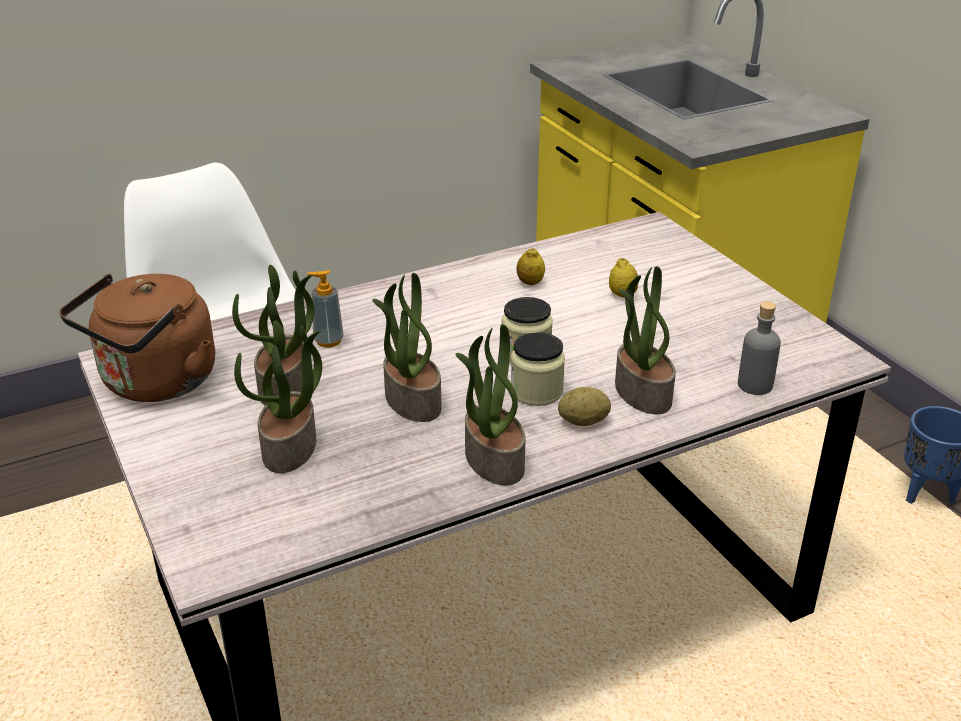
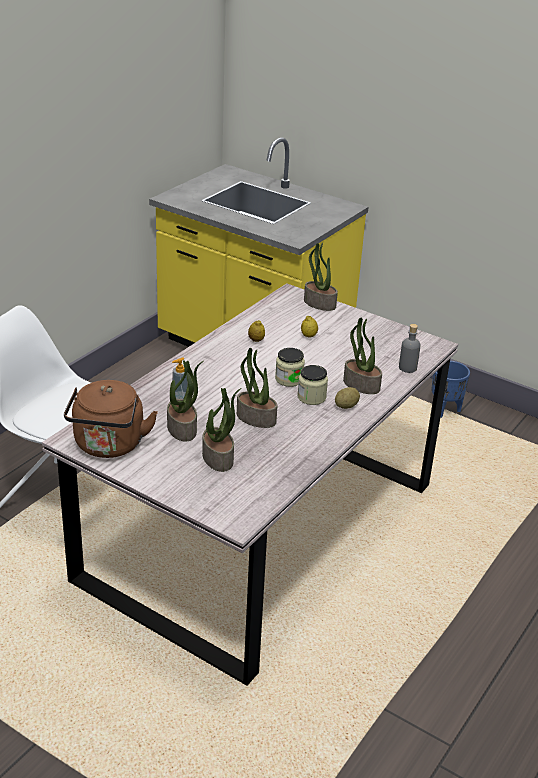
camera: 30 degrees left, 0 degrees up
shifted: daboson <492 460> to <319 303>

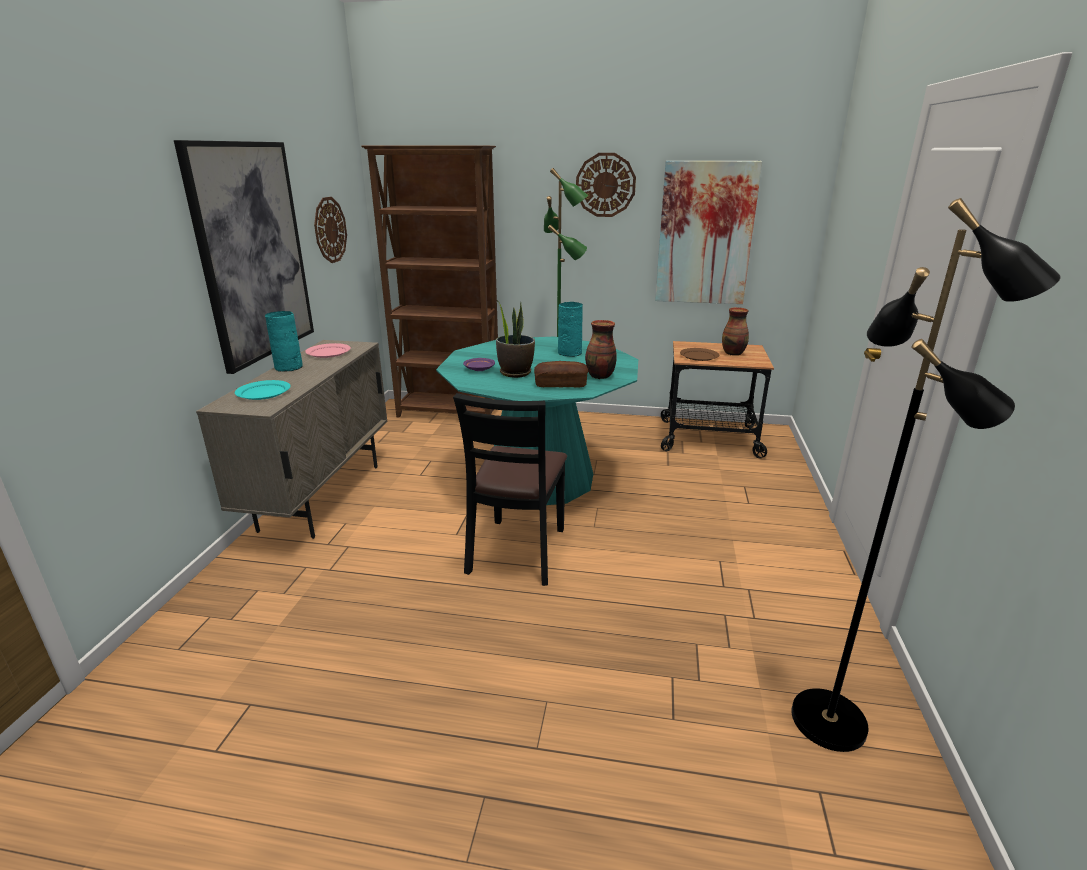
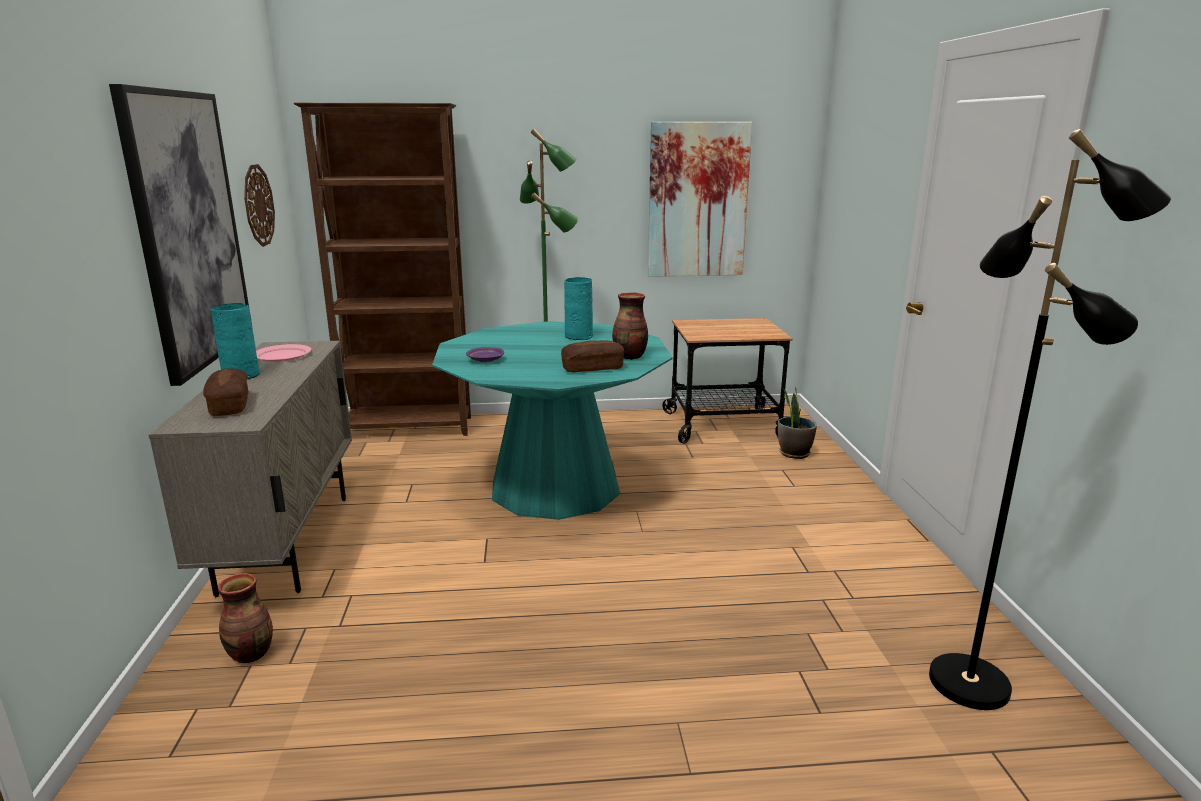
camera: 15 degrees left, 5 degrees down
gone: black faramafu <517 551>; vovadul <605 185>; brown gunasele <699 356>
shifted: daboson <515 373> to <794 453>; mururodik <733 353> to <252 654>
swapped: turquoise gunasele <264 392> to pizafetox <229 405>

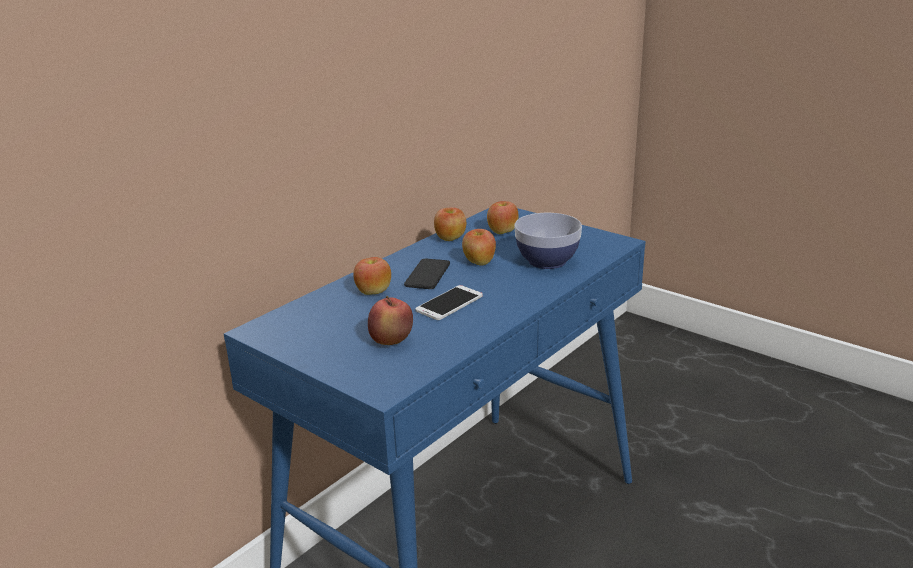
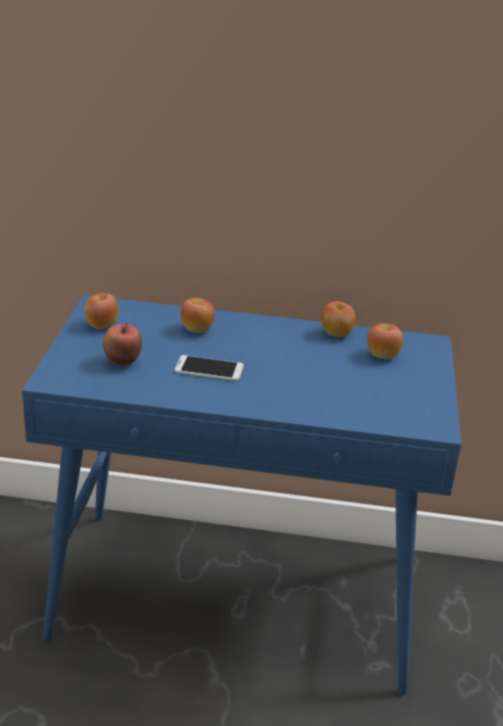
camera: 55 degrees right, 5 degrees up
gone: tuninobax <427 274>; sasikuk <547 261>
shifted: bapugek <479 262> to <101 325>

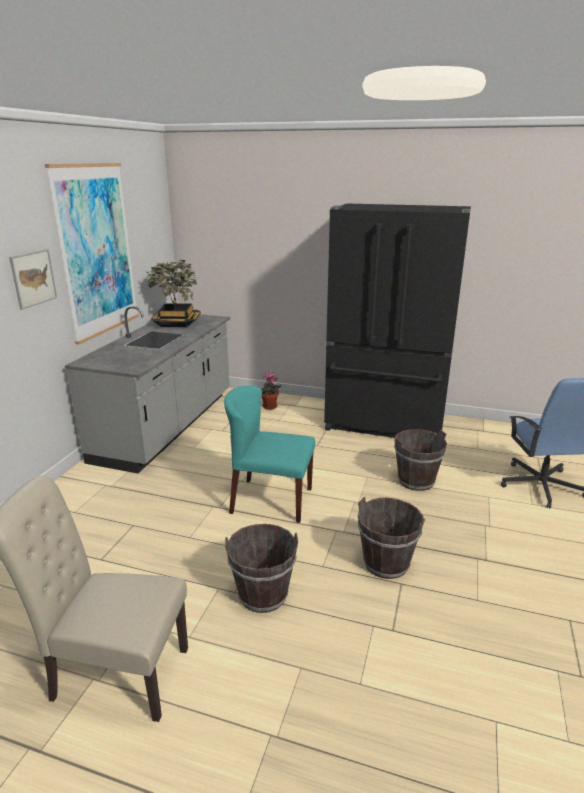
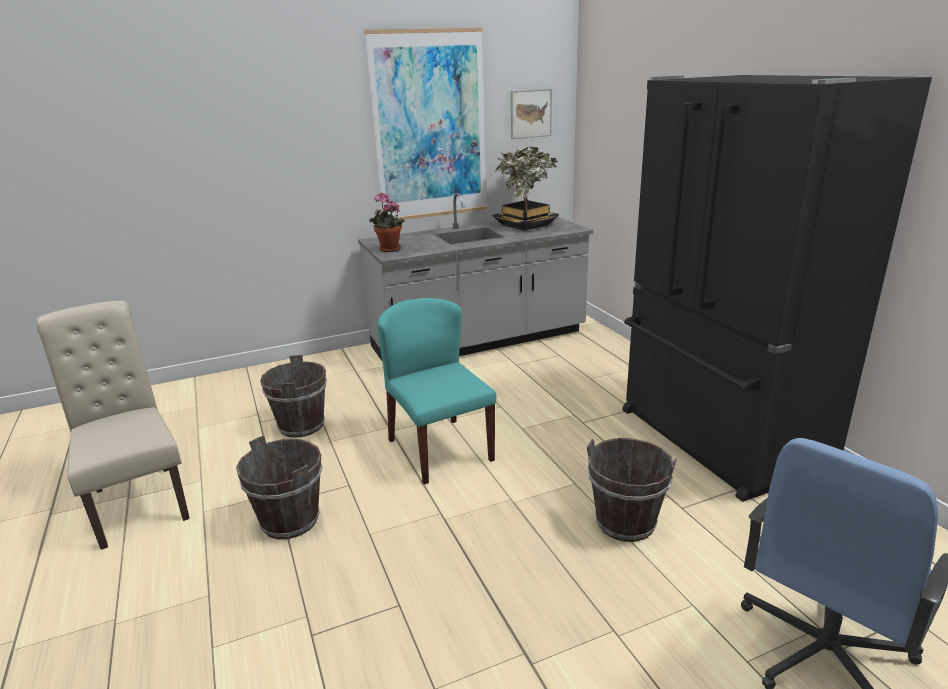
camera: 50 degrees right, 0 degrees up
shifted: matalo <33 278> to <531 113>; daboson <269 407> to <388 250>; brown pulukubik <386 563> to <302 426>

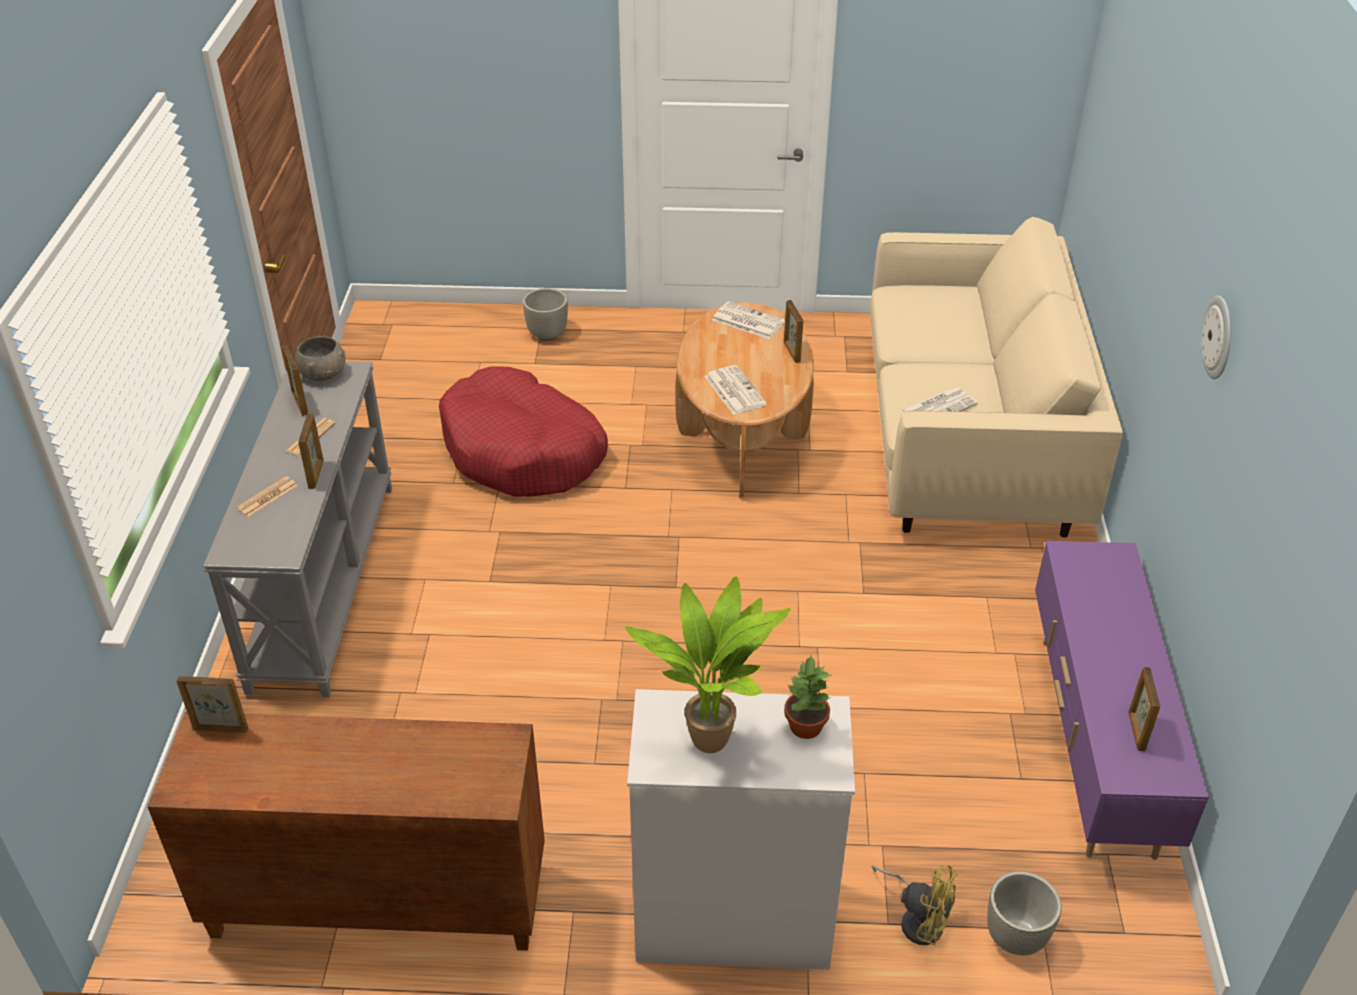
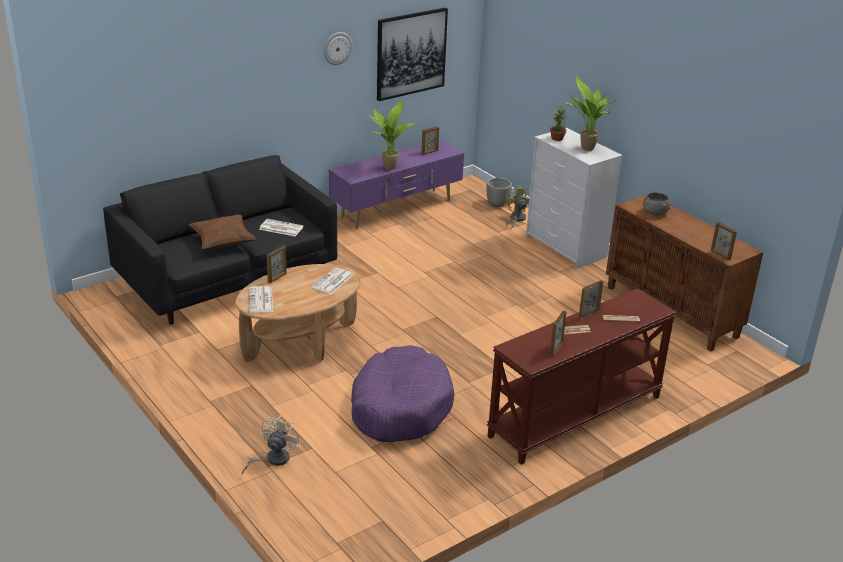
camera: 130 degrees left, 10 degrees down
new: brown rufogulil <223 243>; daboson <388 167>; matalo <411 53>
shifted: grey sasikuk <323 373> to <654 212>
swapped: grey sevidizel <547 334> to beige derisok <273 460>
repainted: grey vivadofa <322 583> to brown vivadofa <576 417>; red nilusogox <523 451> to purple nilusogox <400 407>; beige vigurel <967 438> to black vigurel <227 280>

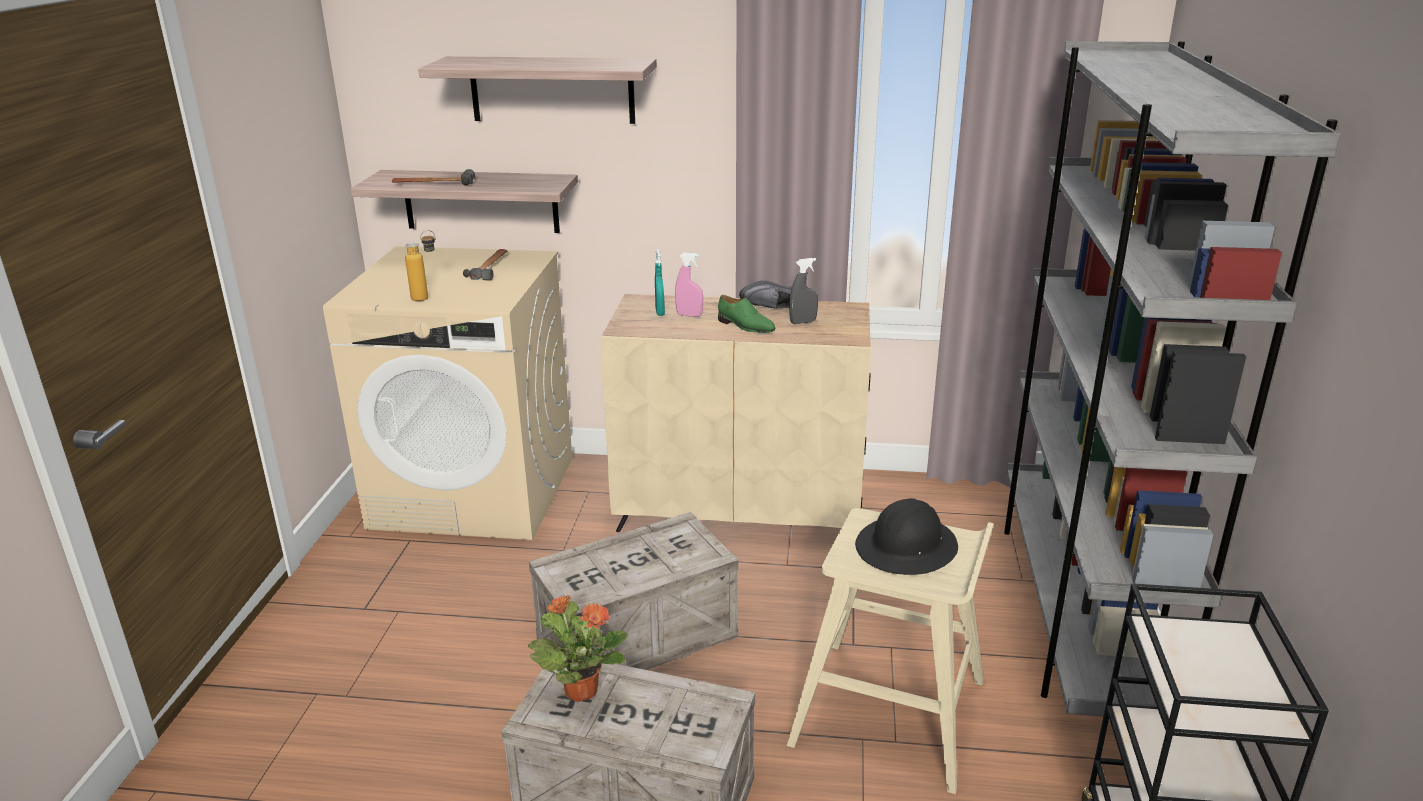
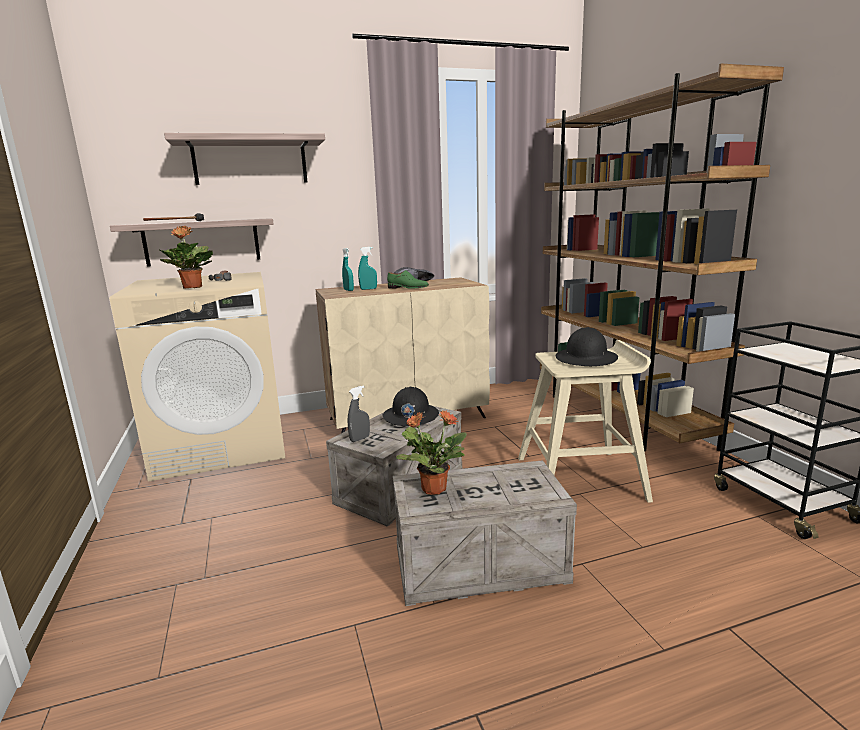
camera: 25 degrees left, 10 degrees down
new: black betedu <410 416>
shifted: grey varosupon <803 322> to <360 439>
swapped: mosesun <427 297> to daboson <192 287>
repainted: pink varosupon <689 315> to turquoise varosupon <368 289>; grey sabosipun <1077 610> to brown sabosipun <619 416>

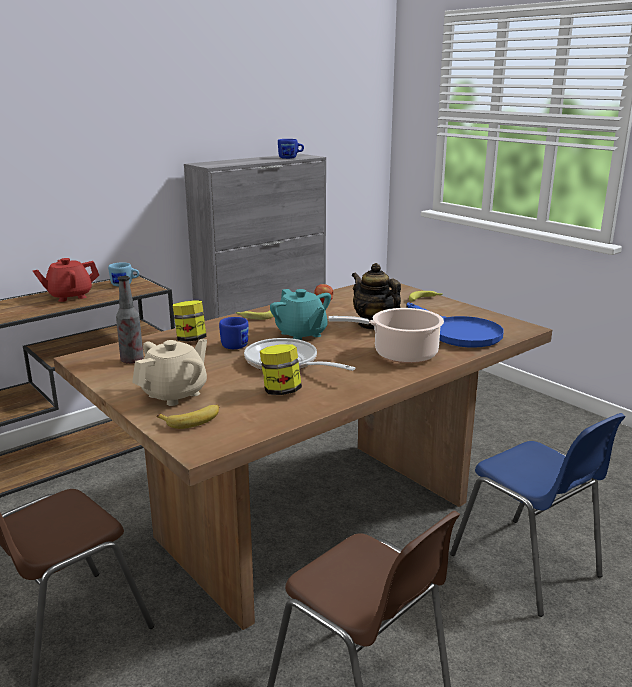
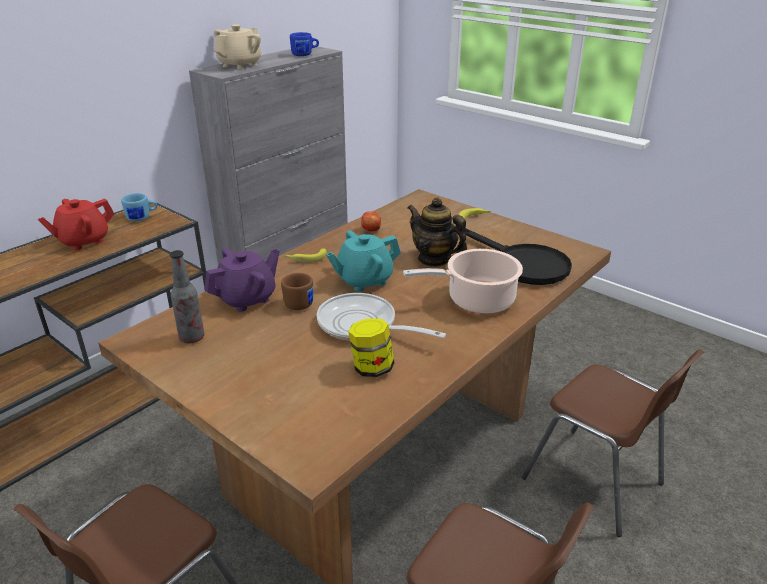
camera: 10 degrees left, 10 degrees up
gone: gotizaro <192 420>
shifted: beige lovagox <175 394> to <240 65>
swapped: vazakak <191 339> to purple lovagox <247 299>
repainted: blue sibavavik <236 344> to brown sibavavik <300 302>; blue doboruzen <458 333> to black doboruzen <523 265>; blue faramafu <528 567> to brown faramafu <595 482>
rotated: turquoise lovagox <301 334> = <364 280> 105 degrees clockwise

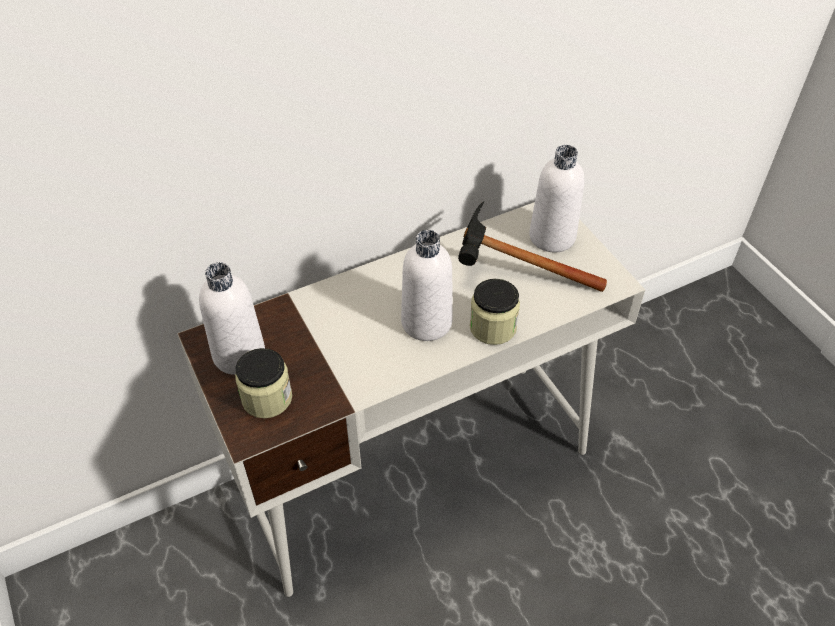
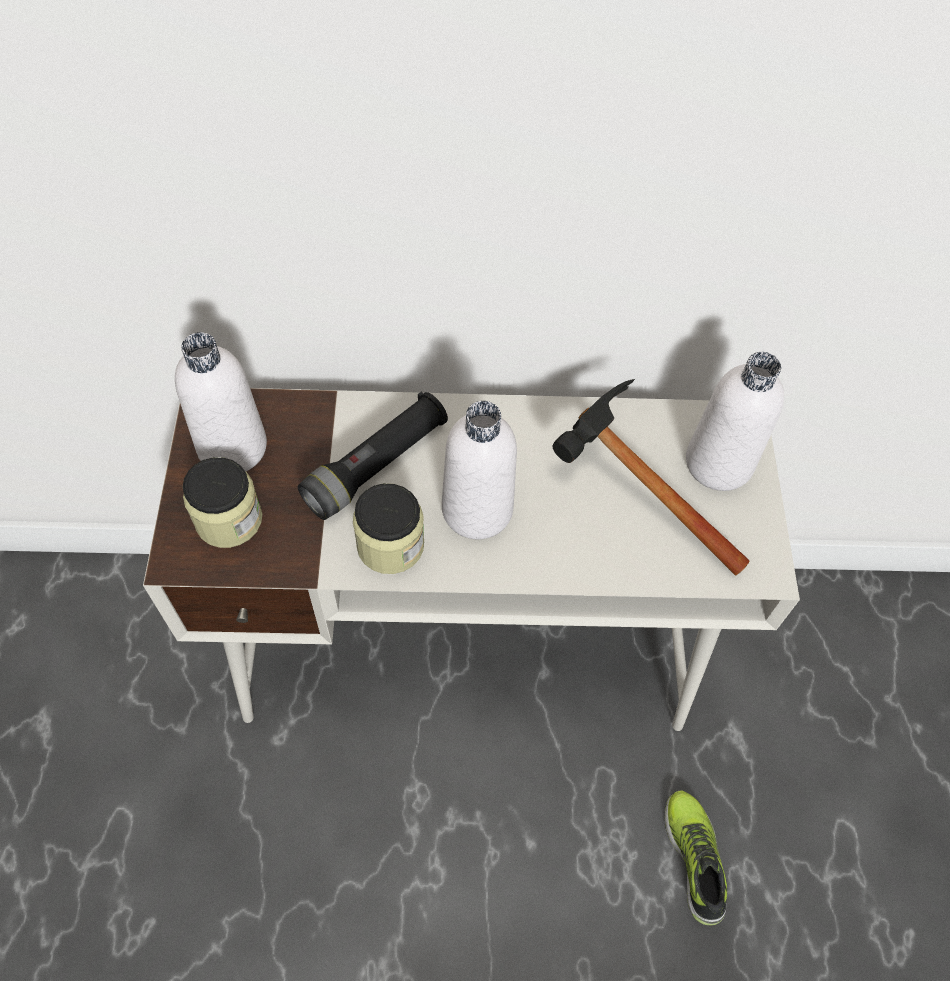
camera: 25 degrees right, 10 degrees up
new: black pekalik <376 465>; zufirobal <695 857>
shifted: vazakak <493 327> to <390 545>

